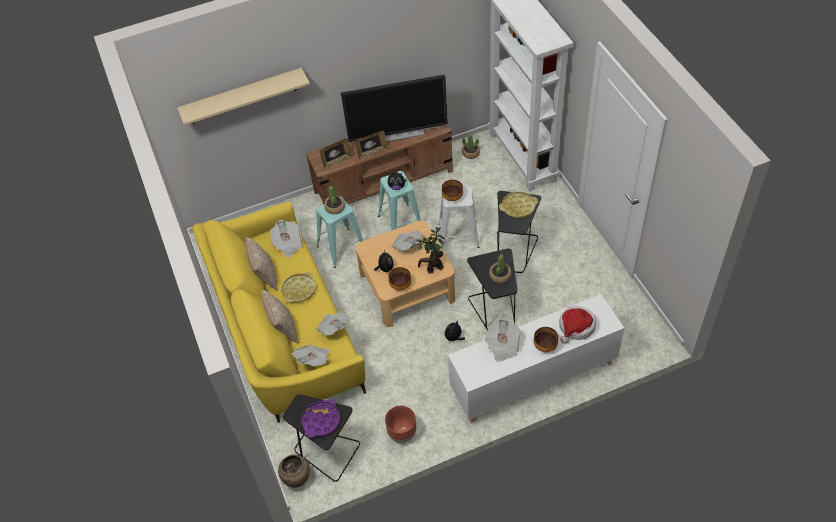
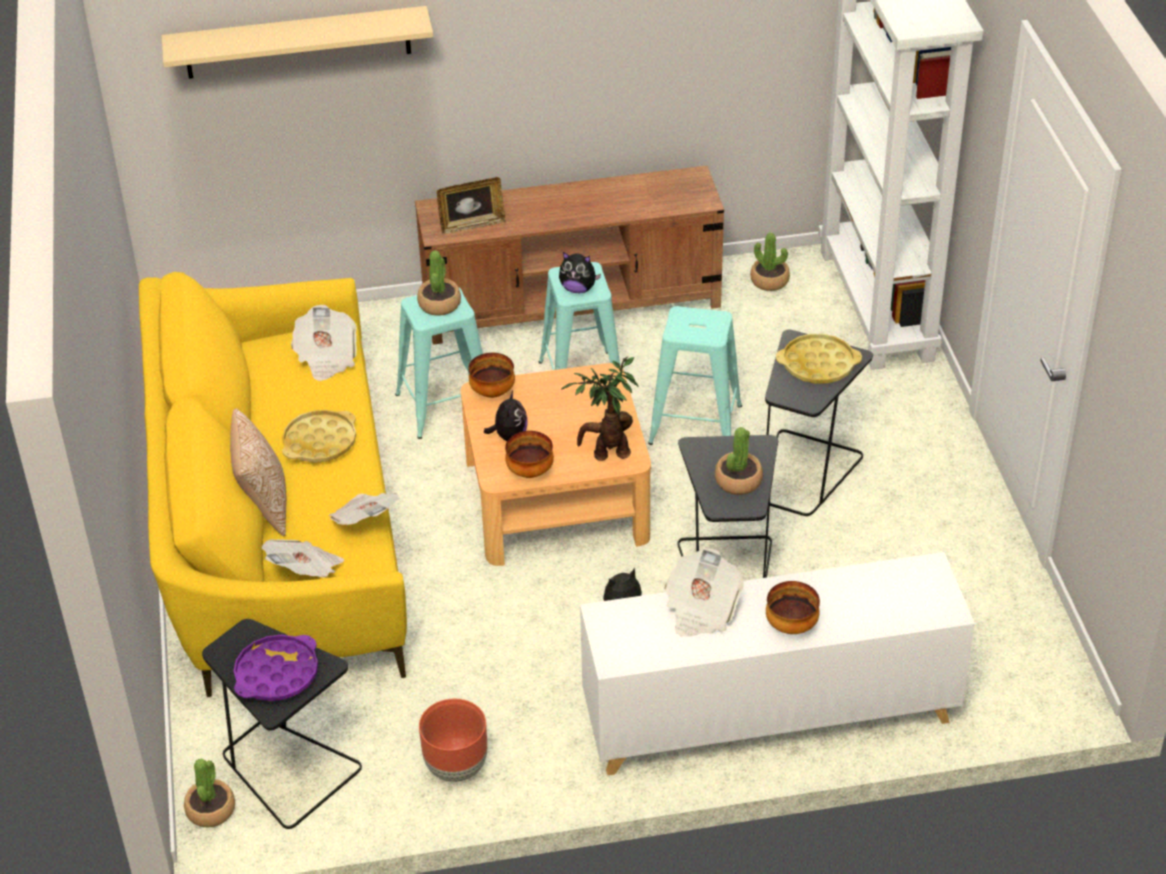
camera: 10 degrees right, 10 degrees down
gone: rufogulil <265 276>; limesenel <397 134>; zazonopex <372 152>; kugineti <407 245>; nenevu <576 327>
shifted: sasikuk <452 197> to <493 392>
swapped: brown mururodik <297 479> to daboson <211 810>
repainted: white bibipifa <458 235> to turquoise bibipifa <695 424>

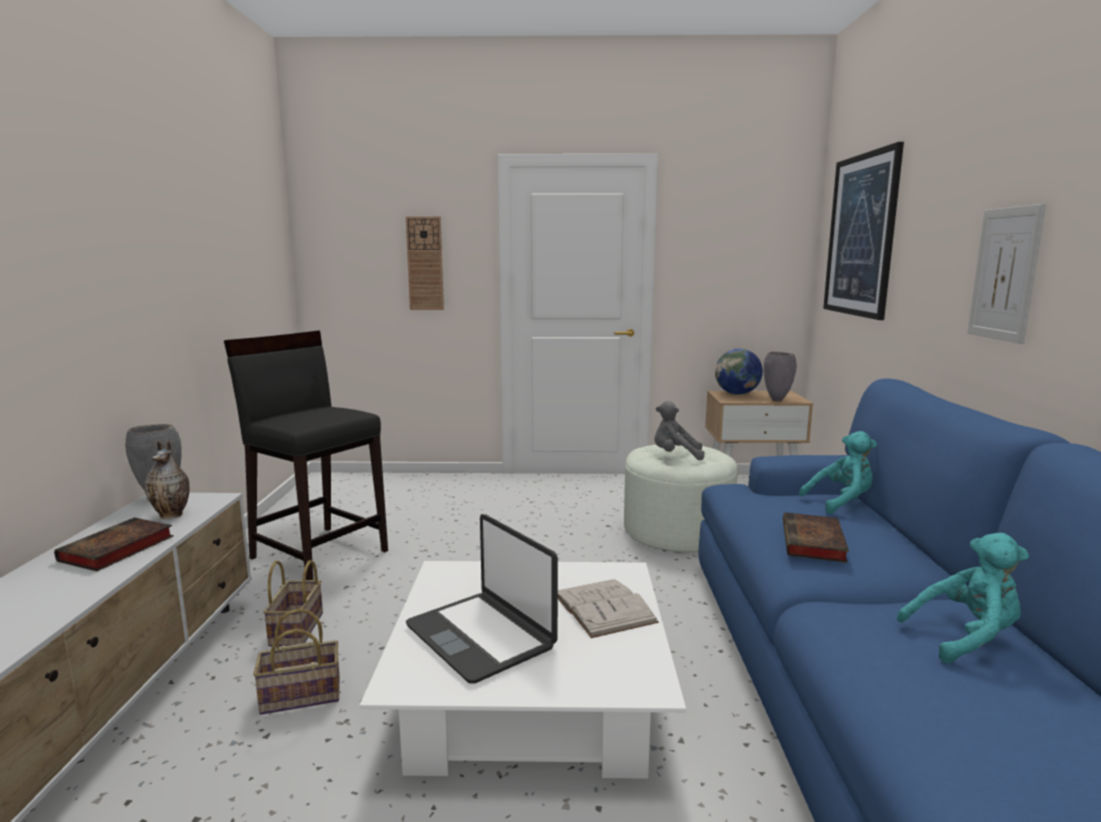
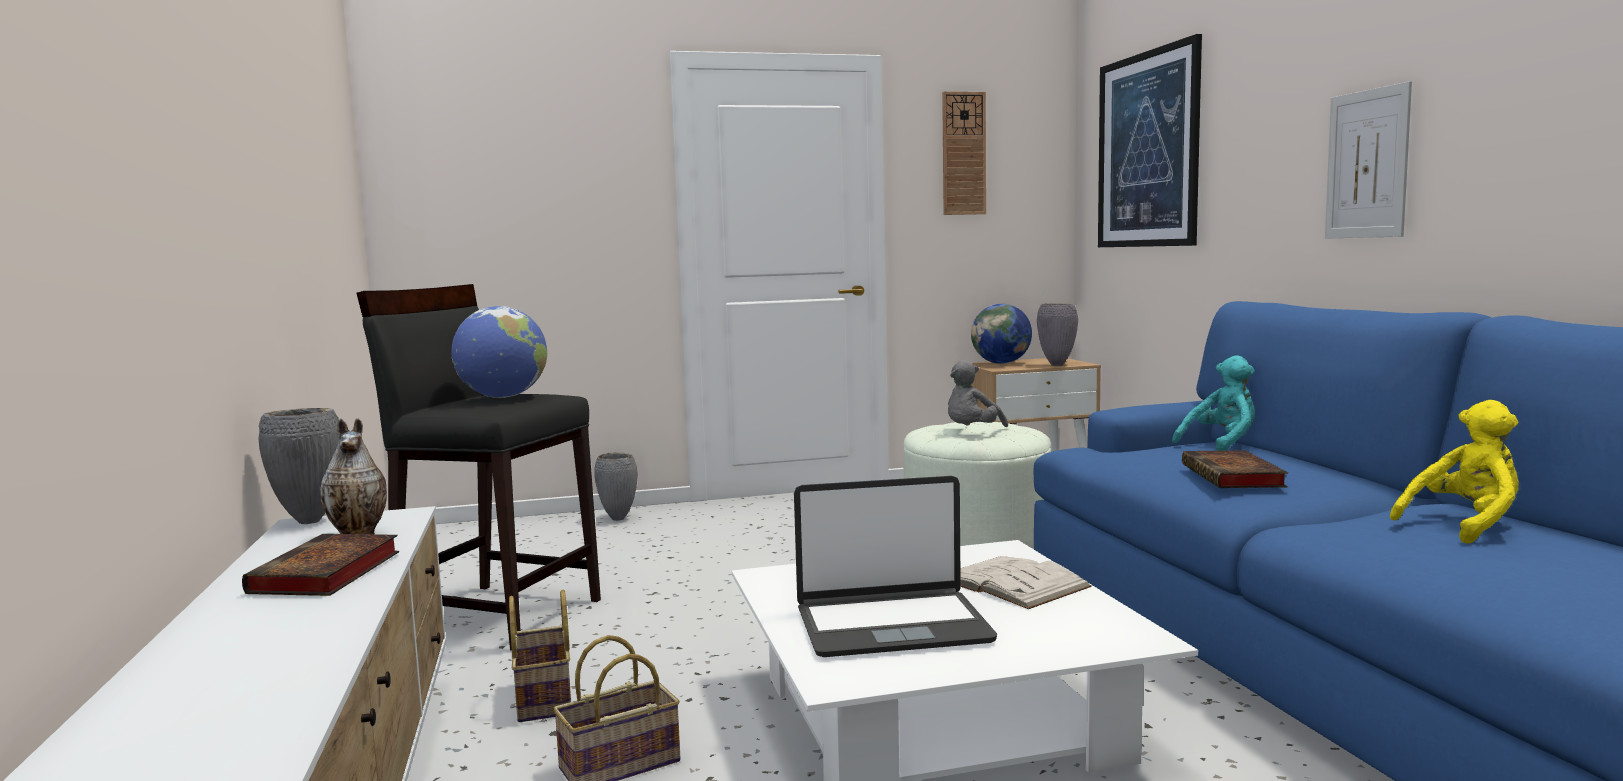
camera: 15 degrees left, 5 degrees down
new: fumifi <503 397>; grey mururodik <619 519>
shifted: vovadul <425 263> to <963 153>
repainted: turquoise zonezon <965 639> to yellow zonezon <1465 526>
rotated: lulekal <481 636> = <892 626> 45 degrees counterclockwise; grey zonezon <675 456> = <971 432> 45 degrees counterclockwise

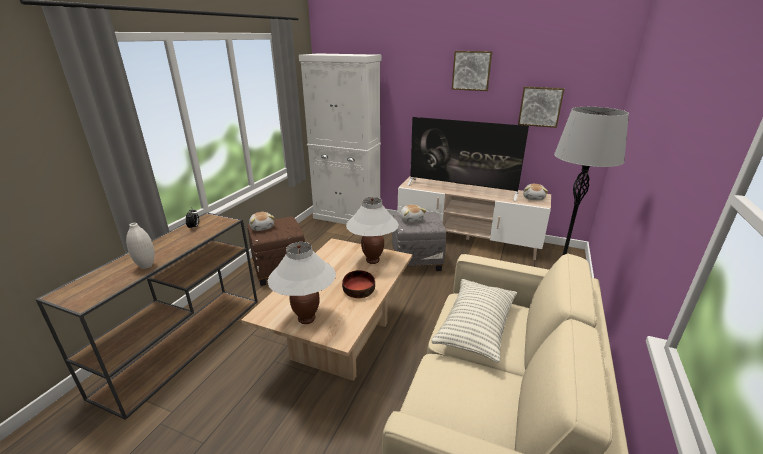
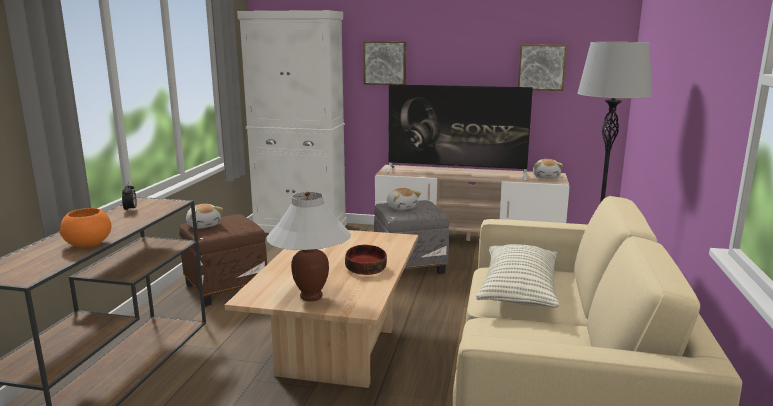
camera: 10 degrees left, 10 degrees down
gone: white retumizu <373 260>
shifted: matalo <471 70> to <385 63>
swapped: white mururodik <146 266> to orange sasikuk <88 244>

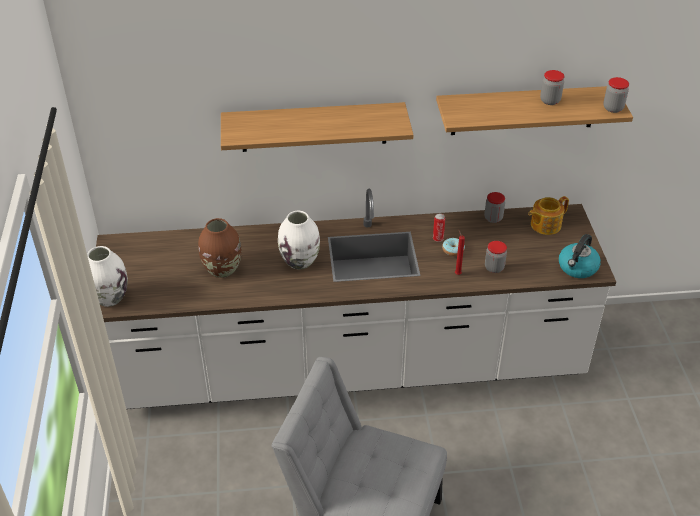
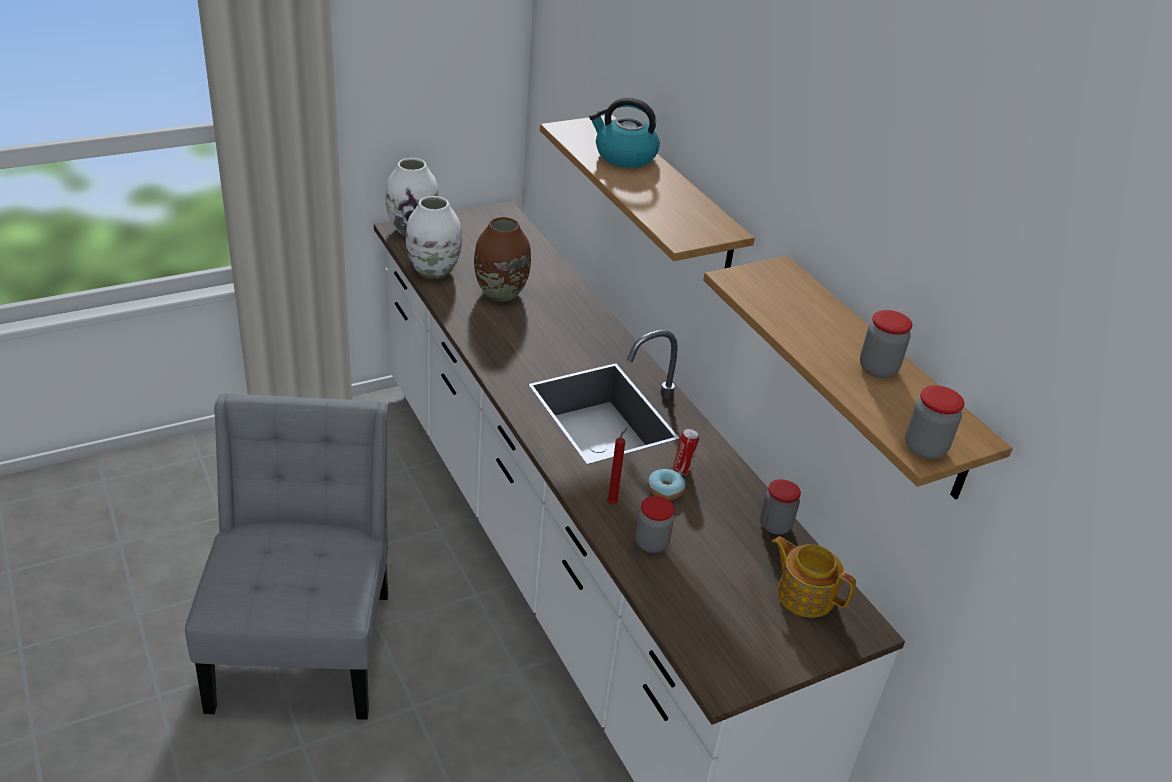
camera: 65 degrees right, 5 degrees down
shifted: white mururodik <300 261> to <434 271>; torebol <577 268> to <624 156>

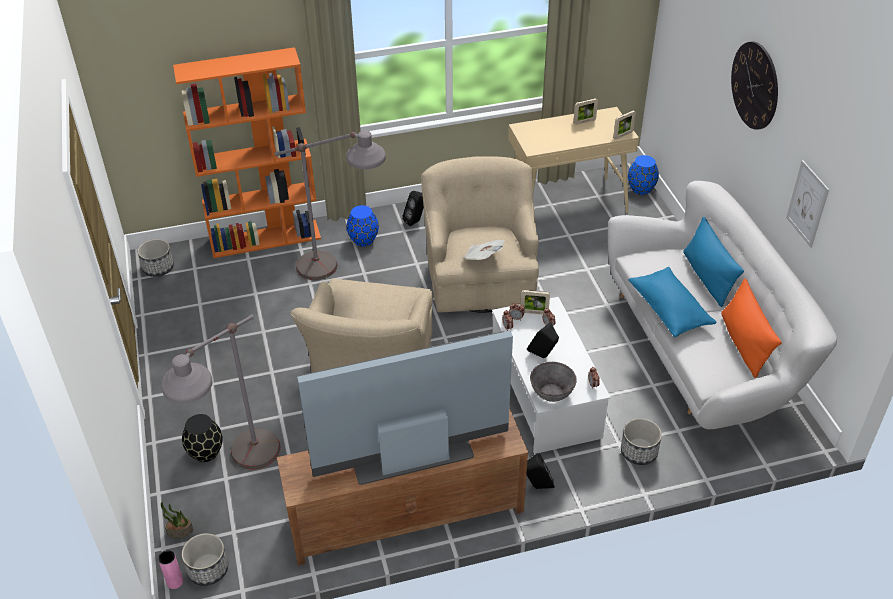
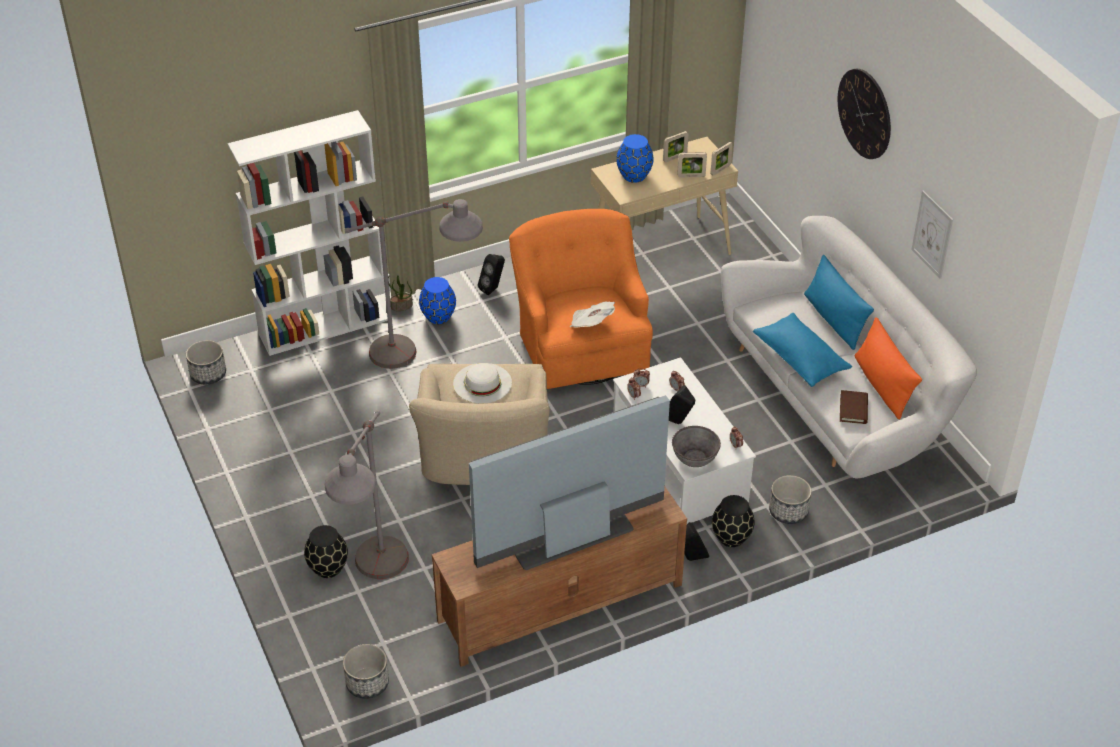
camera: 10 degrees left, 0 degrees up
gone: pink mururodik <175 582>
new: white nenevu <482 383>; black mururodik <731 538>; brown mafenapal <853 409>
shifted: daboson <179 531> to <401 306>; zazonopex <534 312> to <691 176>; blue mururodik <641 188> to <634 175>
repainted: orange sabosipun <266 238> to white sabosipun <324 326>; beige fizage <480 276> to orange fizage <581 344>

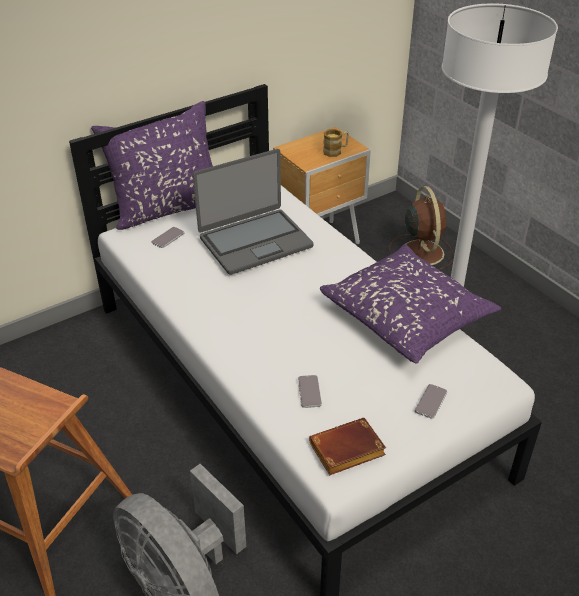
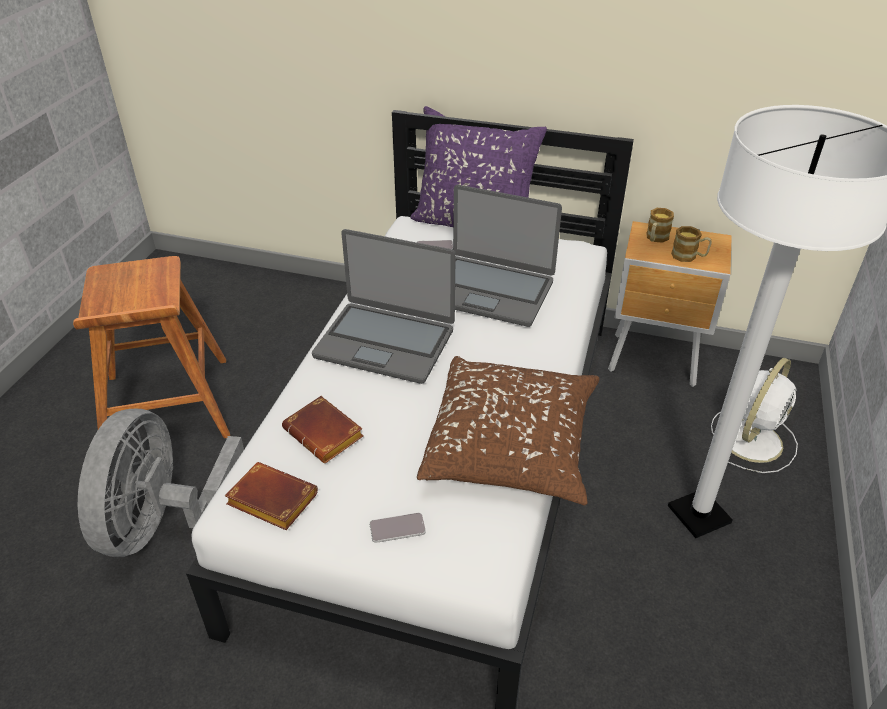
camera: 50 degrees right, 0 degrees up
new: lulekal <385 342>; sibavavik <655 238>
swapped: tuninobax <309 392> to brown mafenapal <326 434>
repainted: purple rufogulil <407 316> to brown rufogulil <511 445>; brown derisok <421 251> to white derisok <752 439>

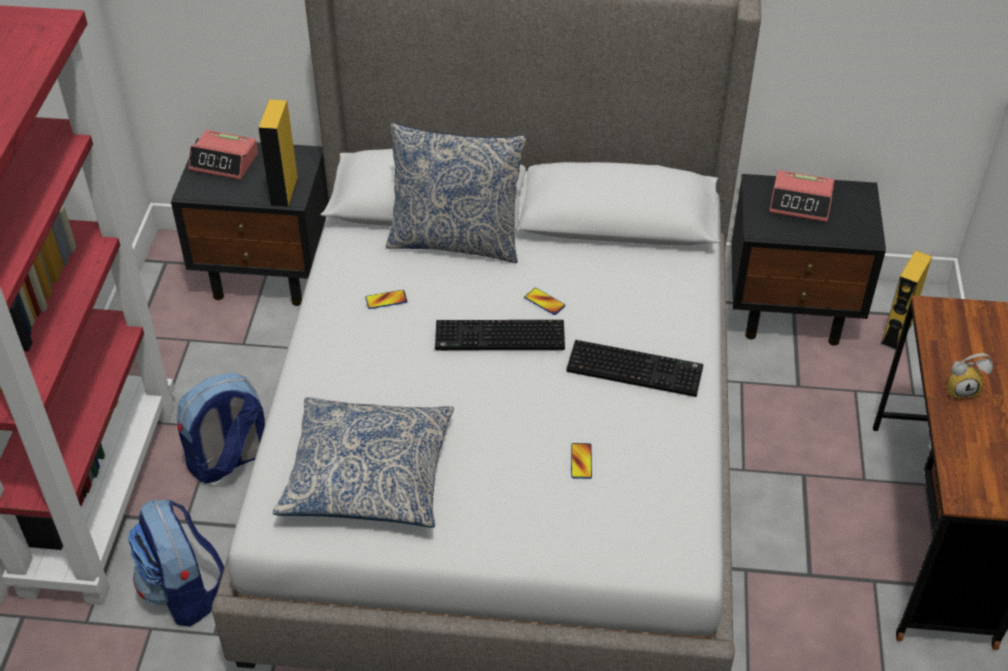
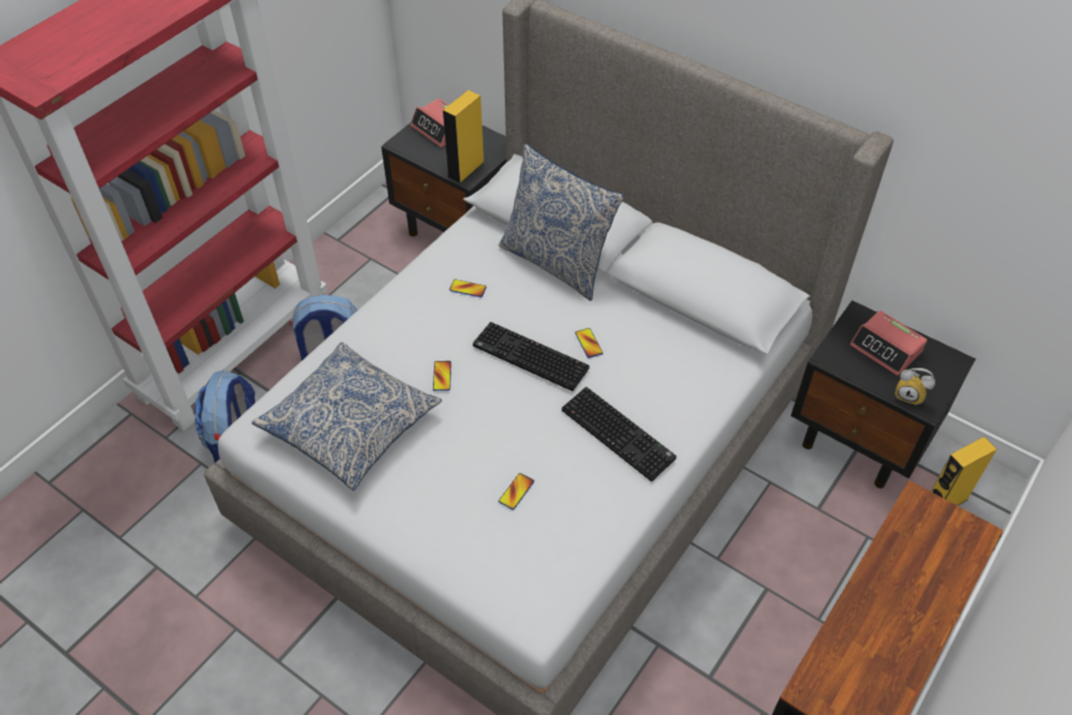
camera: 30 degrees right, 5 degrees up
new: tuninobax <442 376>
shifted: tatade <961 389> to <910 395>

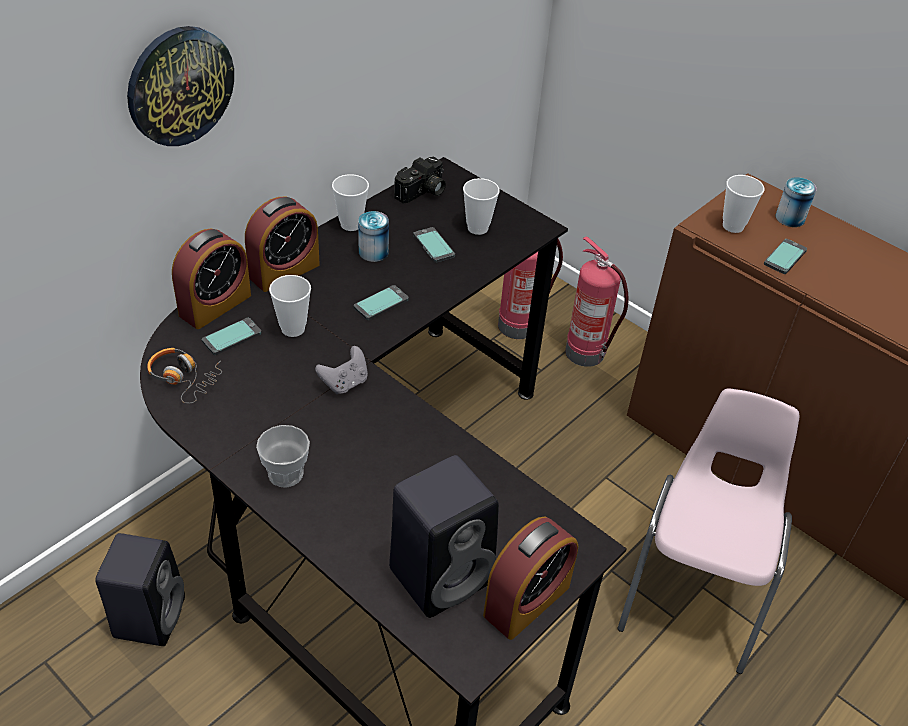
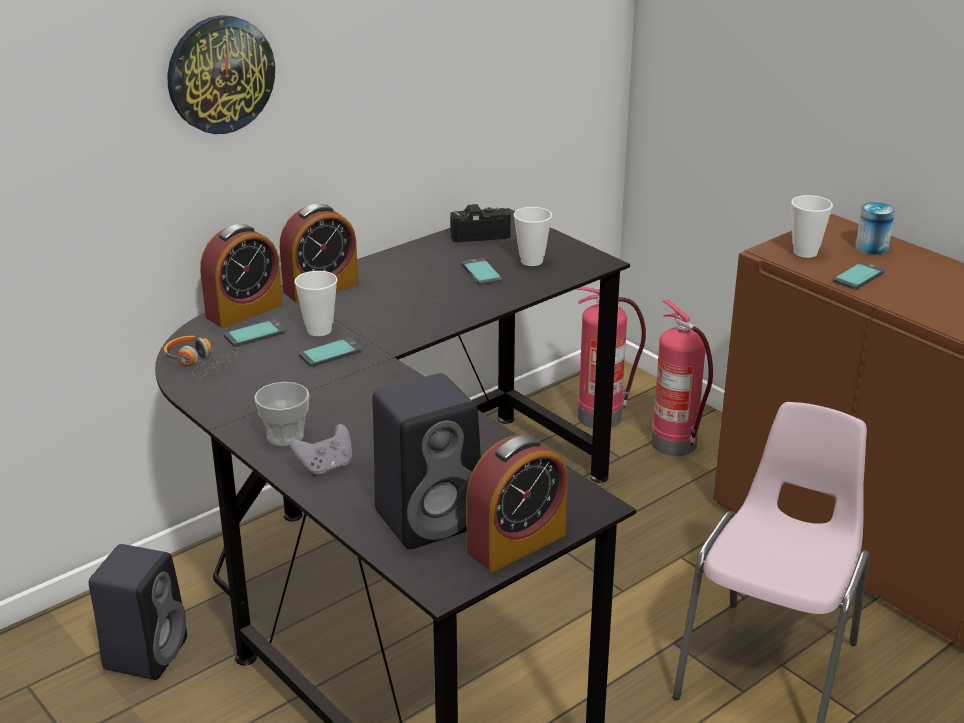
camera: 10 degrees right, 15 degrees down
gone: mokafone <351 224>; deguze <373 252>
shifted: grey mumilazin <345 383> to <325 467>; tuninobax <381 303> to <330 353>
rotated: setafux <422 192> = <479 233> 150 degrees counterclockwise

